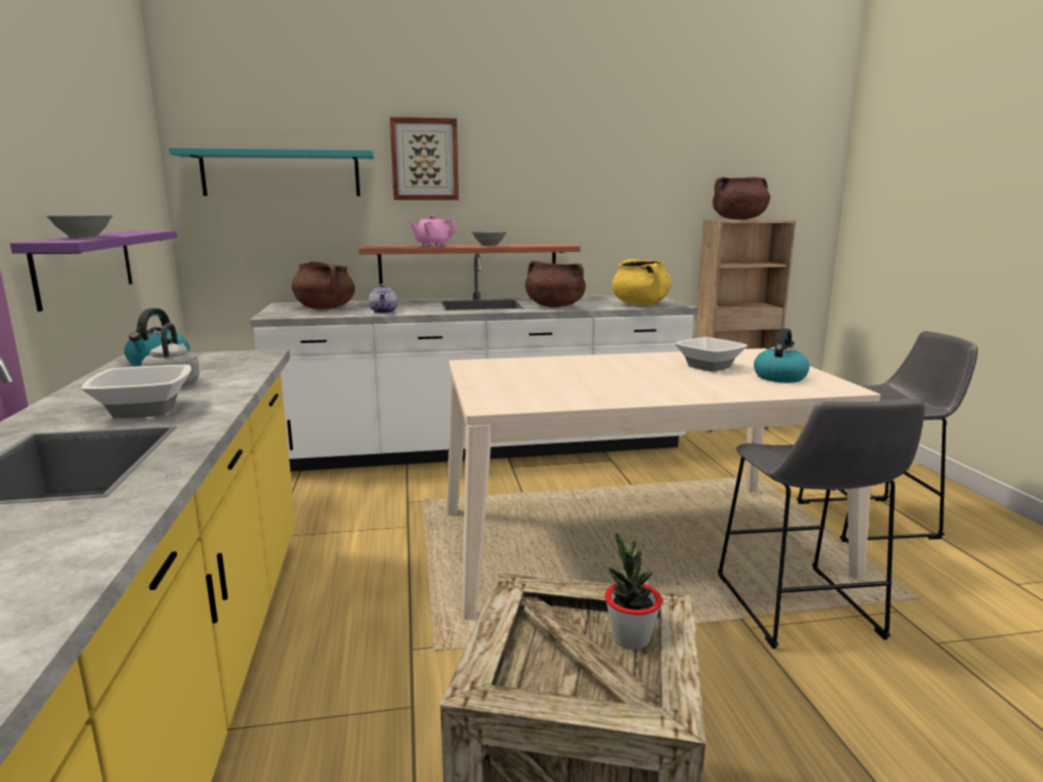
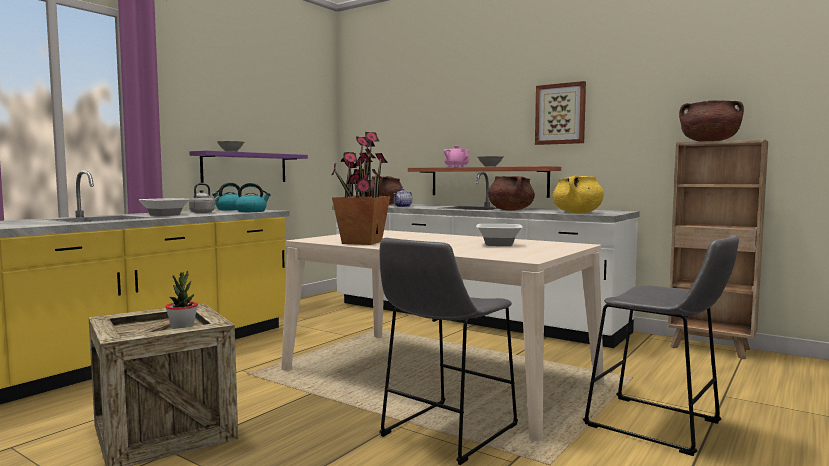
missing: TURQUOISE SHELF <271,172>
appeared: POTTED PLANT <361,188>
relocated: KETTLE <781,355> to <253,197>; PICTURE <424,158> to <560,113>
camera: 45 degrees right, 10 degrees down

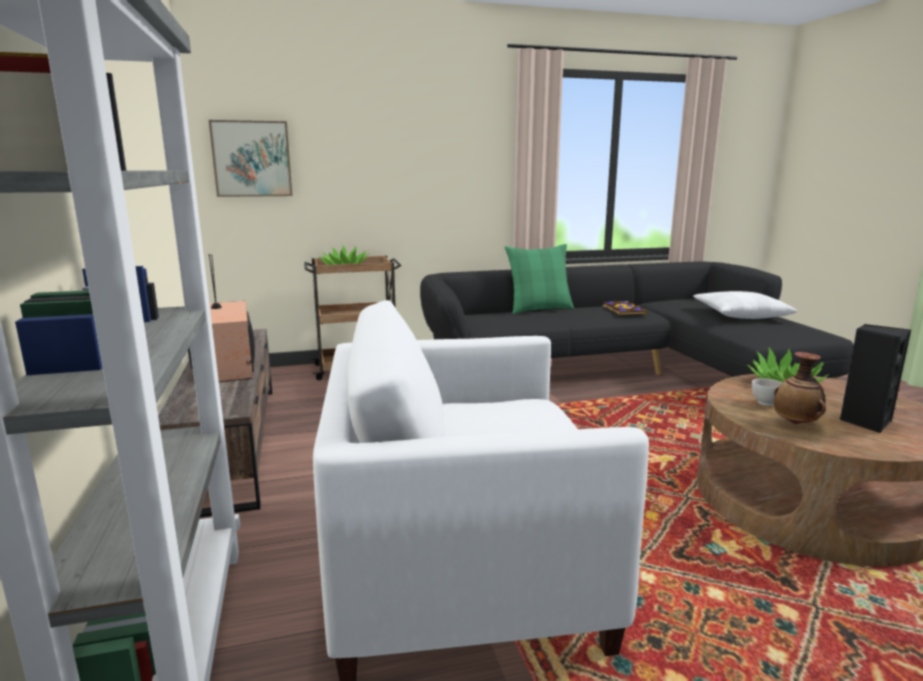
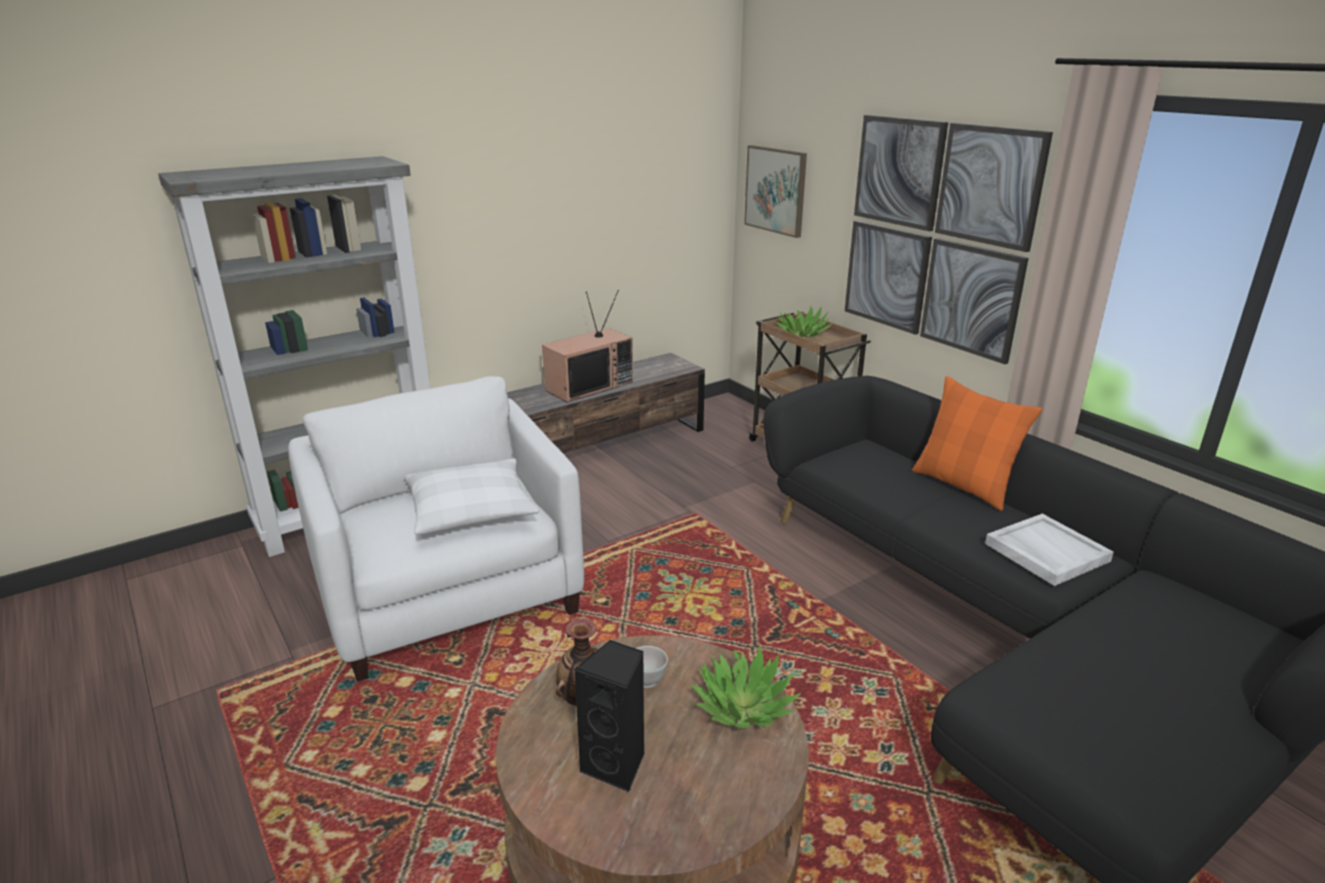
appeared: PICTURE <949,239>
relocated: WHITE PILLOW <745,305> to <472,497>
exchanged: BOOK <624,308> to WHITE TRAY <1049,550>
colour: GREEN PILLOW <539,279> to ORANGE PILLOW <977,443>
camera: 70 degrees right, 10 degrees up

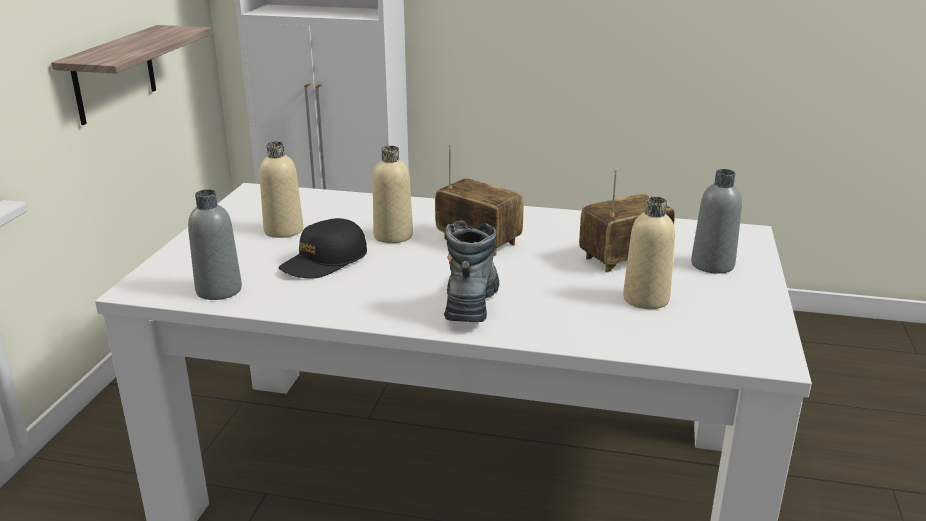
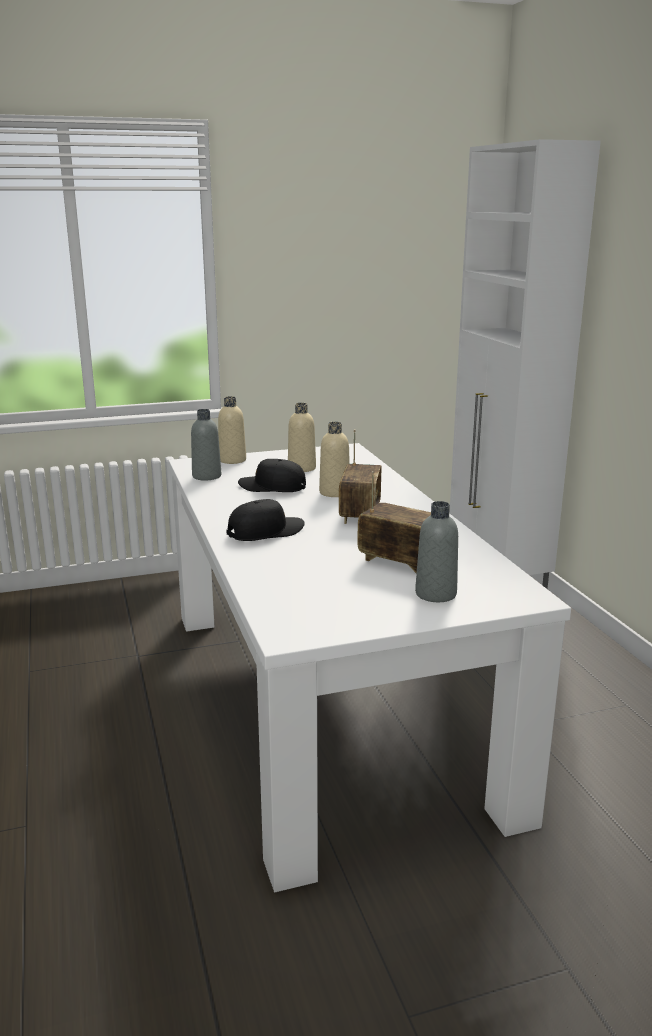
missing: SHELF <132,75>
relocated: BEIGE BOTTLE <649,253> to <232,430>
exchanged: BOOT <471,271> to BLACK CAP <265,520>
camera: 60 degrees right, 5 degrees down

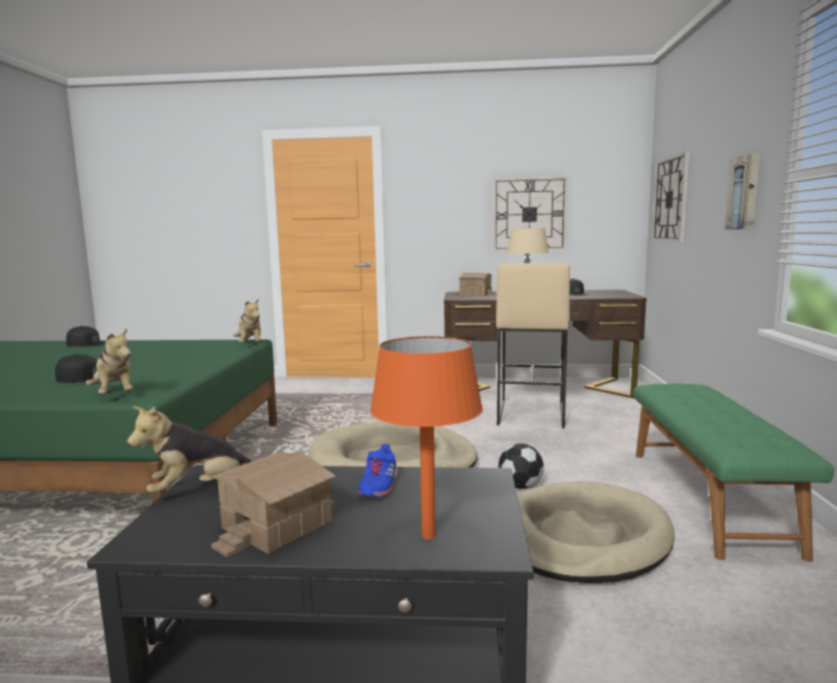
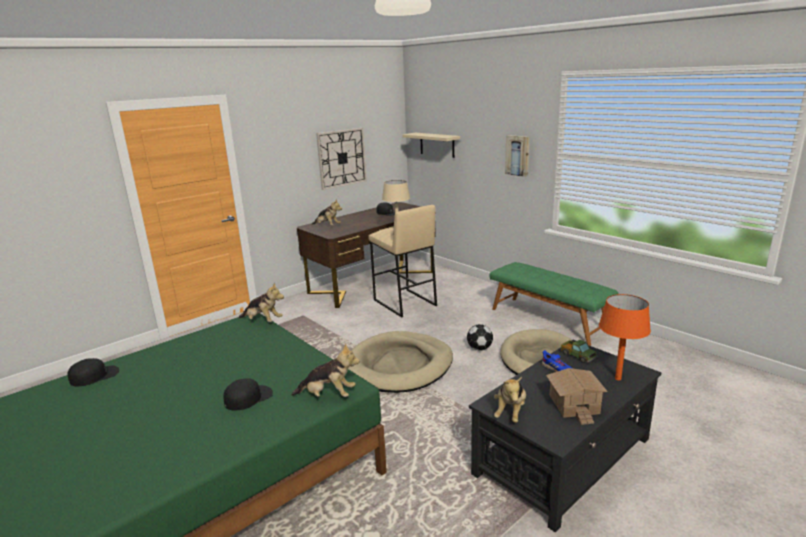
appeared: TOY TRUCK <578,351>
exchanged: TOY HOUSE <475,284> to PLUSH TOY <327,212>; WALL CLOCK <671,196> to BEIGE SHELF <431,145>
camera: 45 degrees left, 10 degrees up

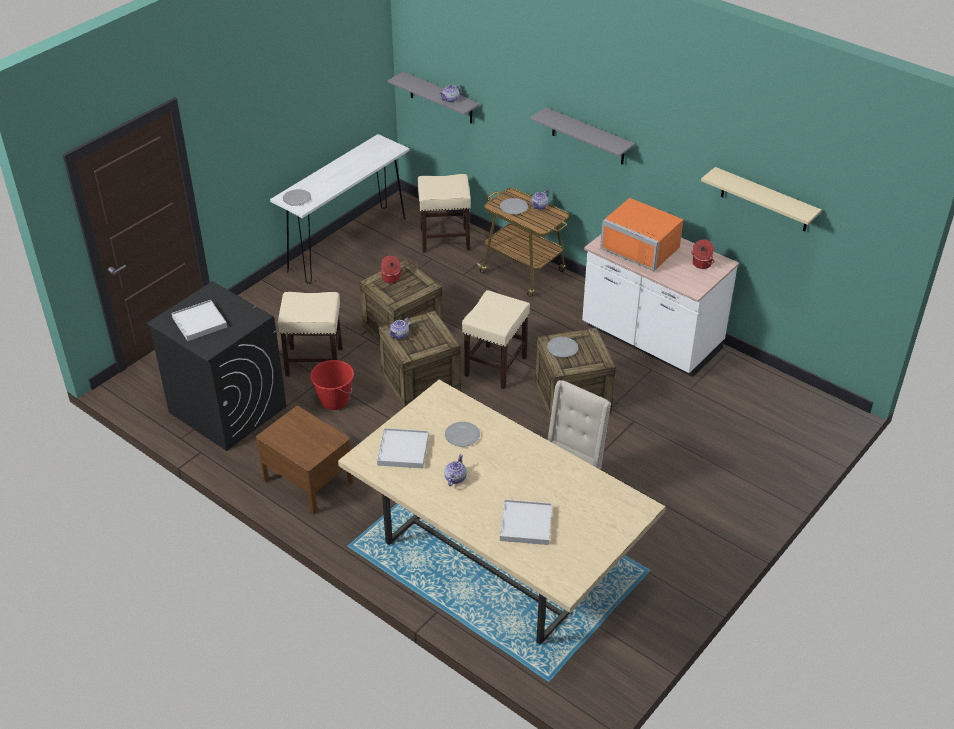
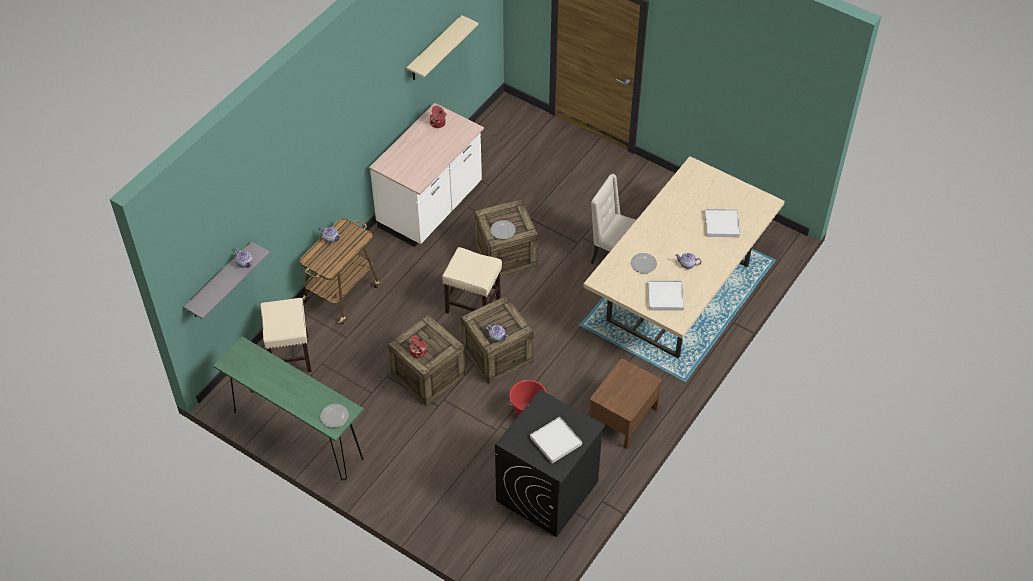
missing: BEIGE STOOL <310,334>; PLATE <514,206>; GREY SHELF <582,136>; ORANGE MICROWAVE <641,234>
colour: WHITE CONSOLE TABLE <340,209> to GREEN CONSOLE TABLE <288,408>
camera: 95 degrees left, 10 degrees up

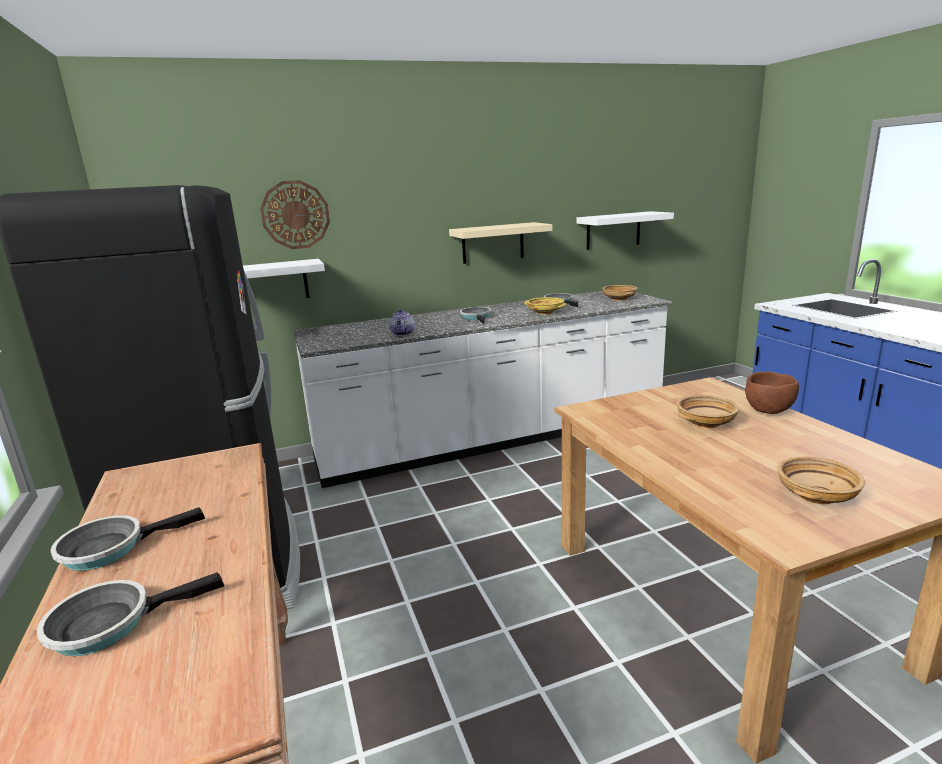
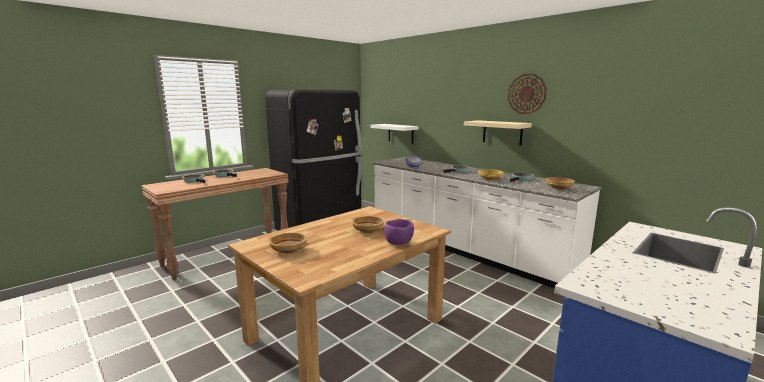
missing: WHITE SHELF <625,230>
relocated: WALL CLOCK <295,214> to <527,94>
colour: BROWN BOWL <772,392> to PURPLE BOWL <399,232>
camera: 65 degrees right, 5 degrees down

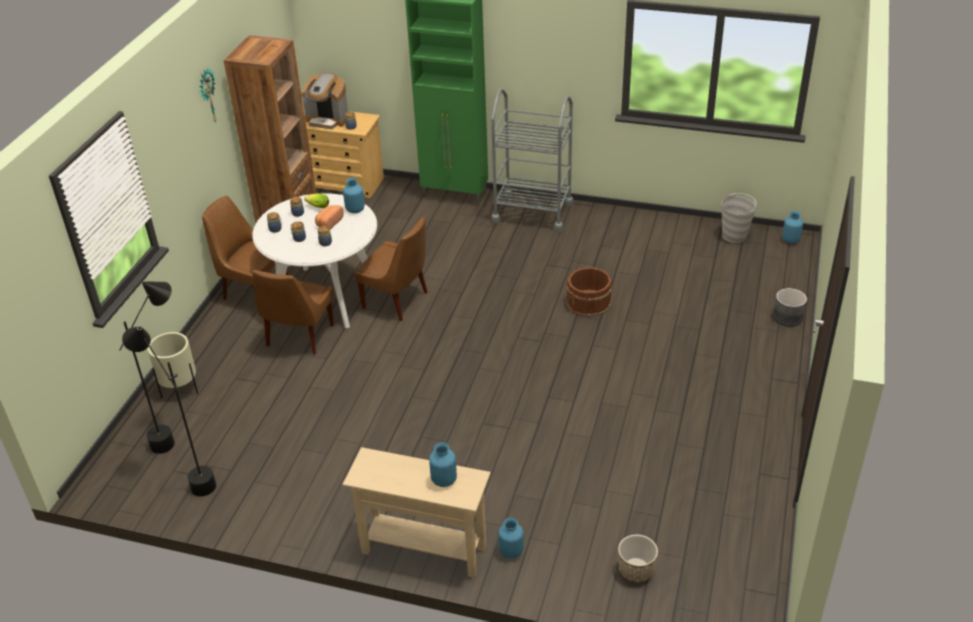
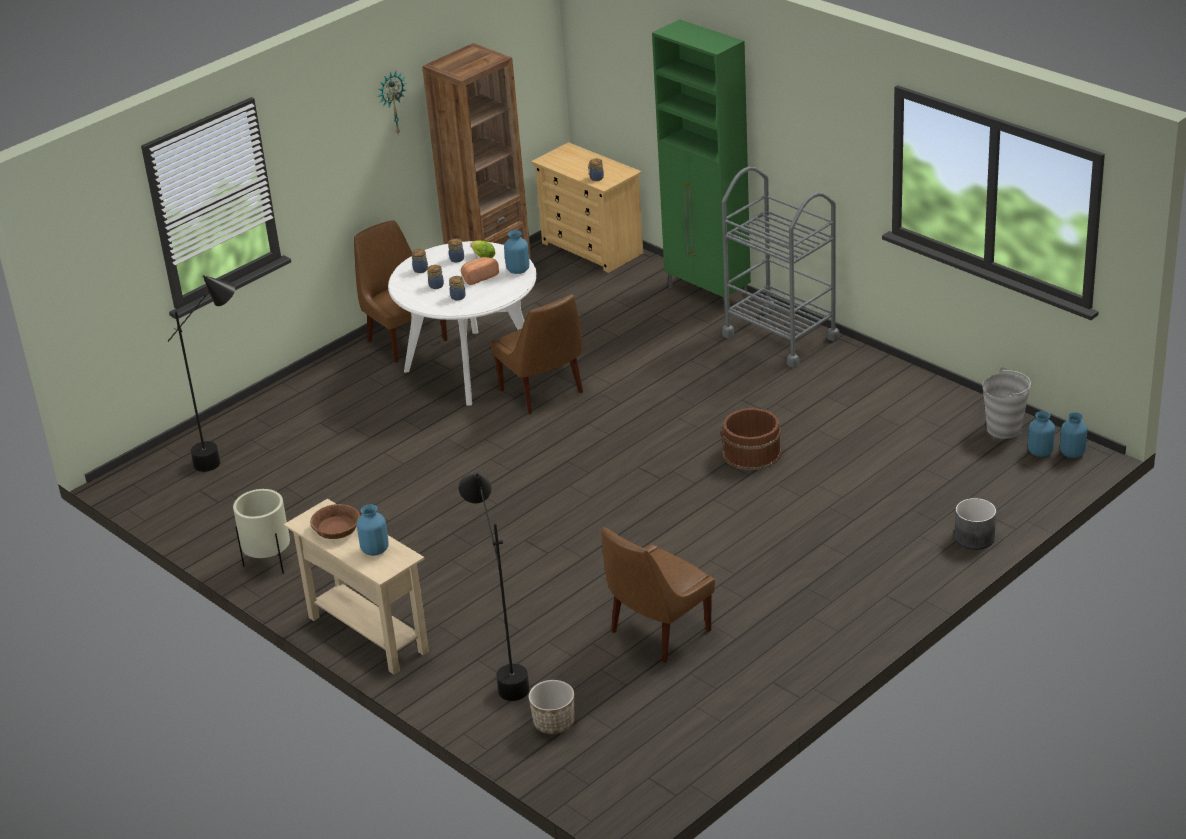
missing: COFFEE MACHINE <324,101>
appeared: BROWN BOWL <335,521>
relocated: BEIGE PLANTER <173,365> to <261,531>; BLACK FLOOR LAMP <169,411> to <494,587>; BROWN CHAIR <293,312> to <658,595>; BLUE VASE <511,538> to <1041,434>
camera: 30 degrees right, 5 degrees down

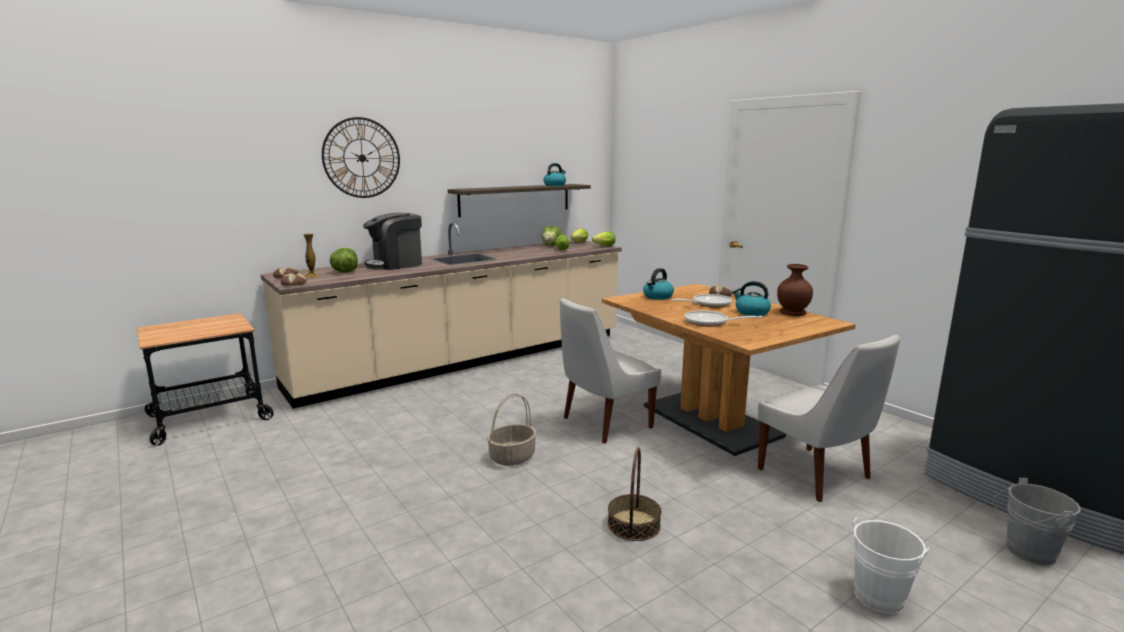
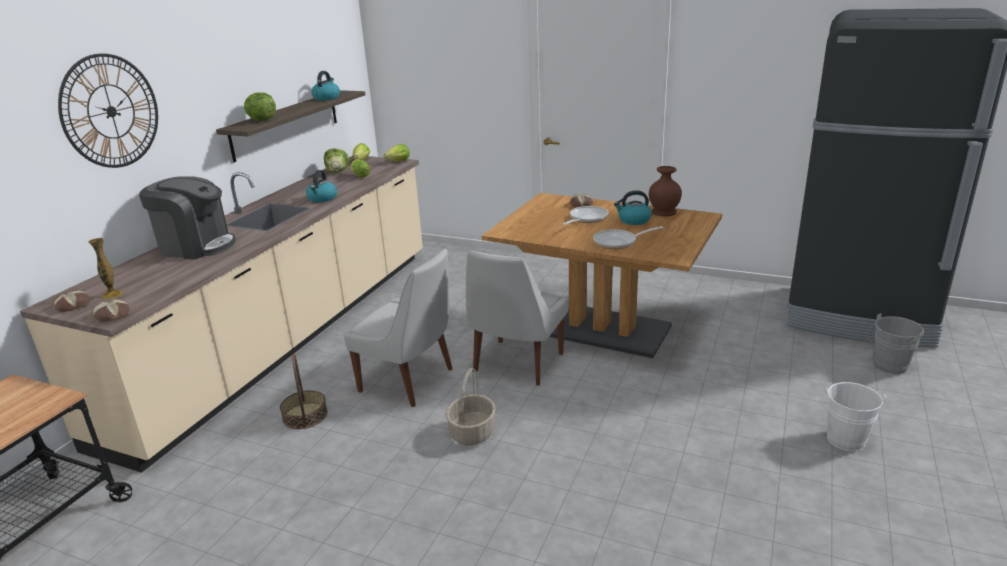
relocated: LETTUCE <344,260> to <260,106>; BASKET <635,494> to <304,391>; KETTLE <658,284> to <321,186>; WHITE CHAIR <829,418> to <398,328>
spun: COFFEE MACHINE <392,241> = <187,217> 105 degrees counterclockwise
camera: 30 degrees left, 10 degrees up

